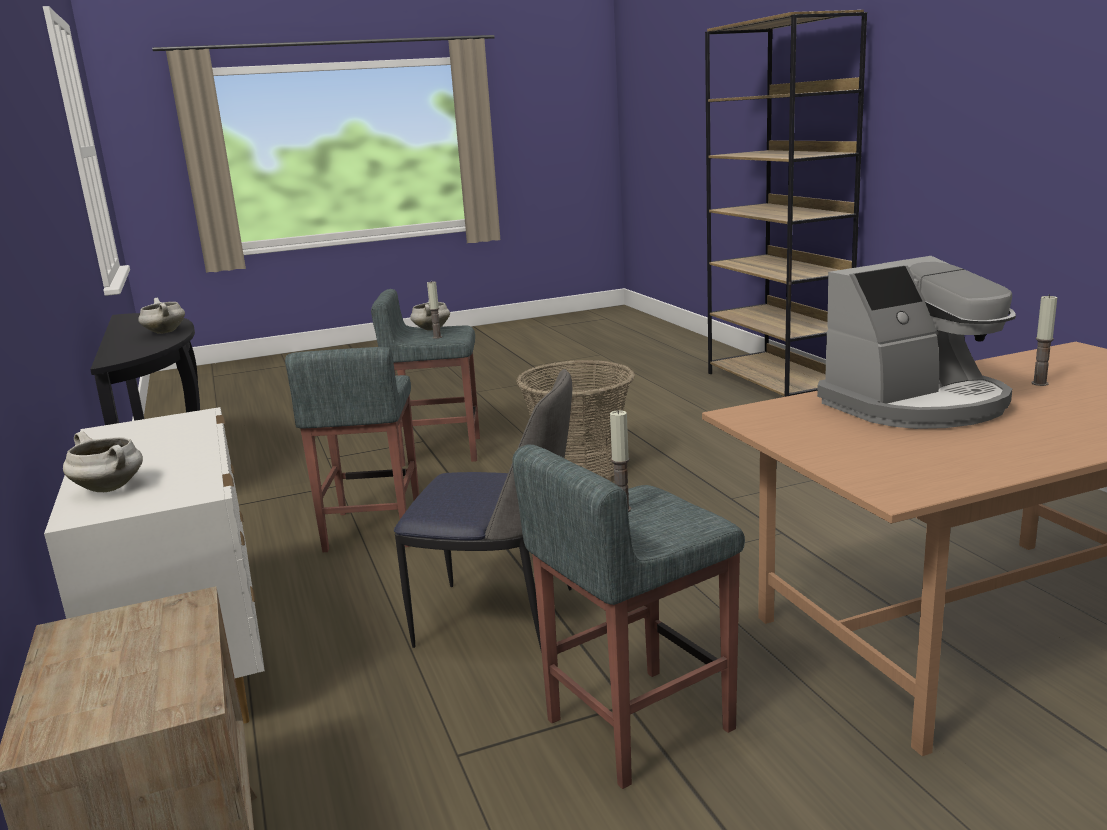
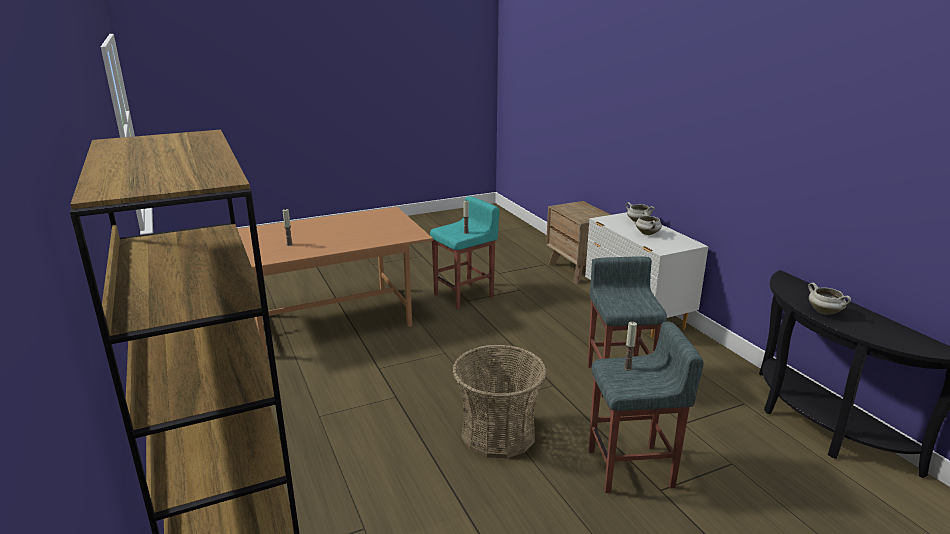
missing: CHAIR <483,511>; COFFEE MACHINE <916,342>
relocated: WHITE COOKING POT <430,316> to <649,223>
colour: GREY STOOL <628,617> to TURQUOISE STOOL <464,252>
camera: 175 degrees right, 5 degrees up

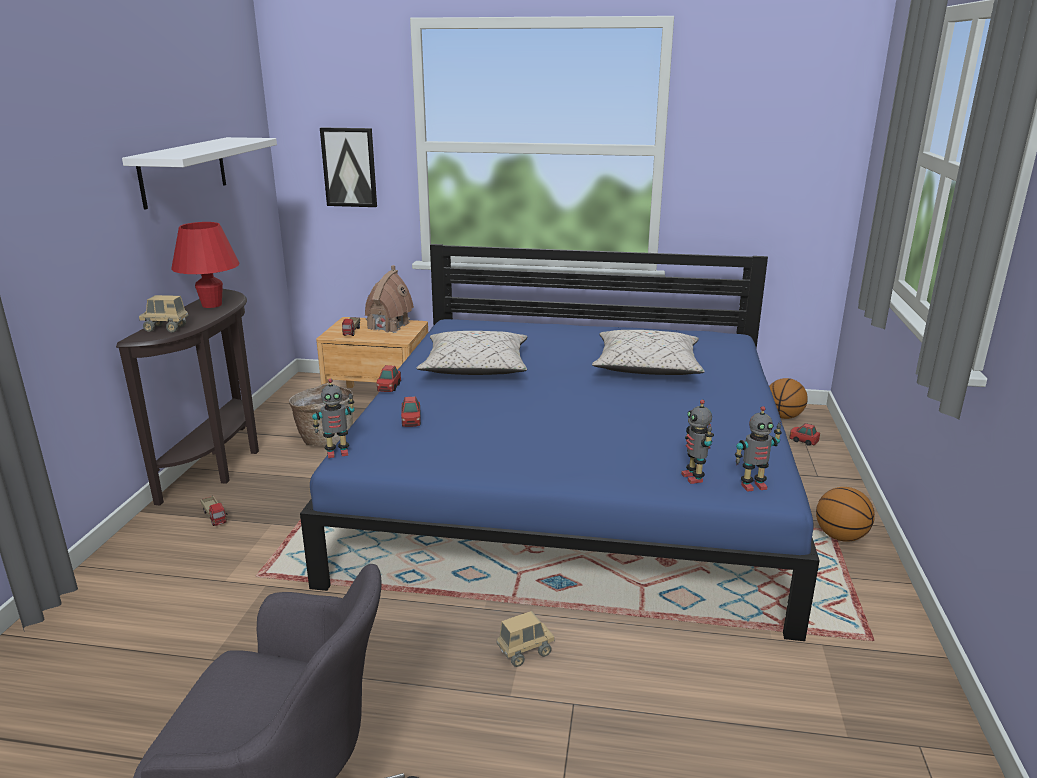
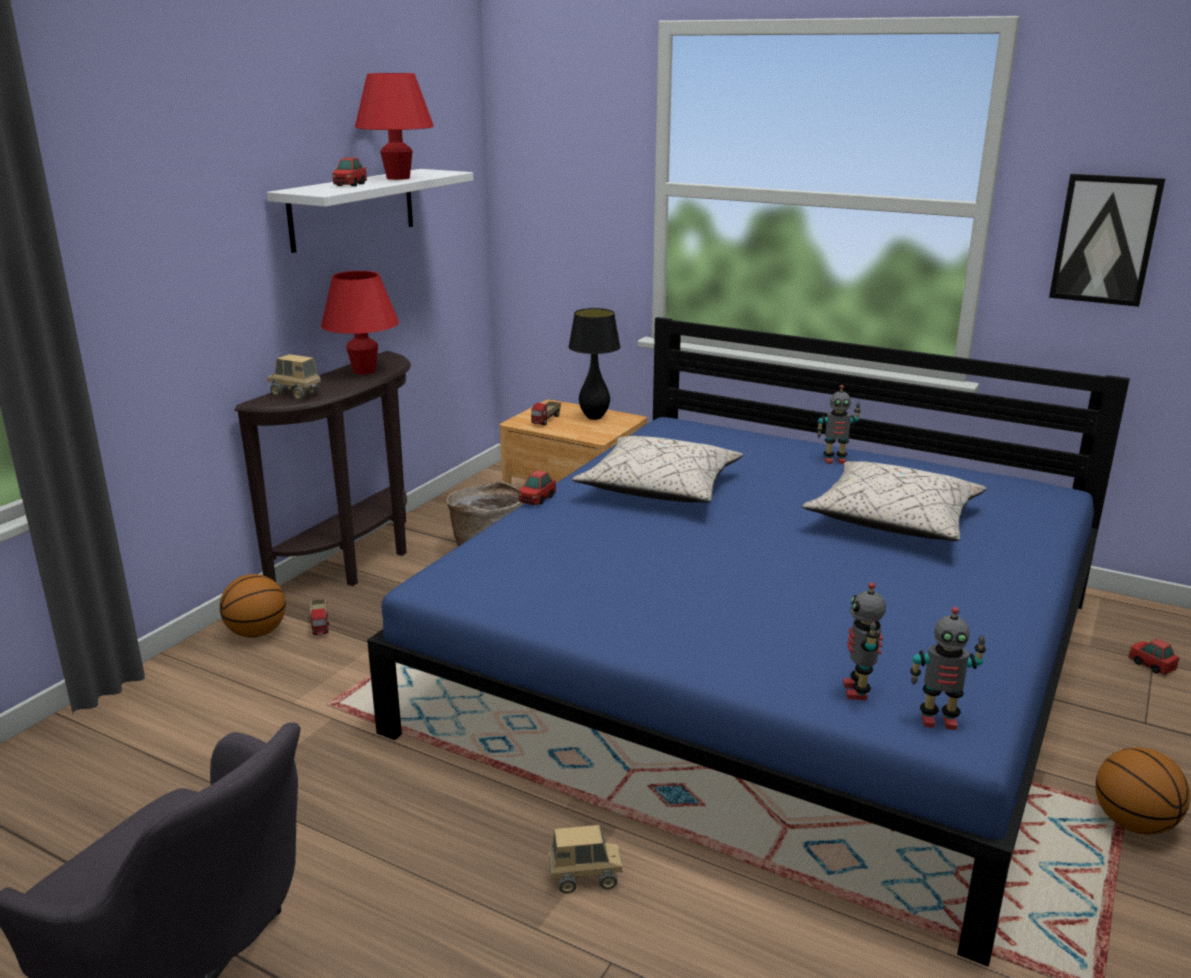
appeared: RED TABLE LAMP <394,126>
relocated: BASKETBALL <788,398> to <253,606>; TOY CAR <411,412> to <349,171>; TOY ROBOT <333,418> to <839,424>; PICTURE <348,167> to <1107,240>
exchanged: TOY HOUSE <389,299> to BLACK TABLE LAMP <594,364>
camera: 20 degrees right, 0 degrees up

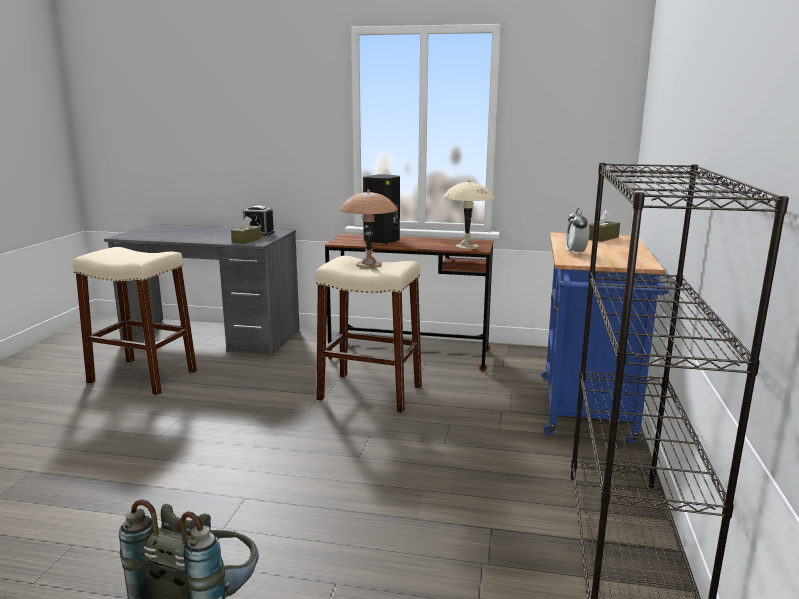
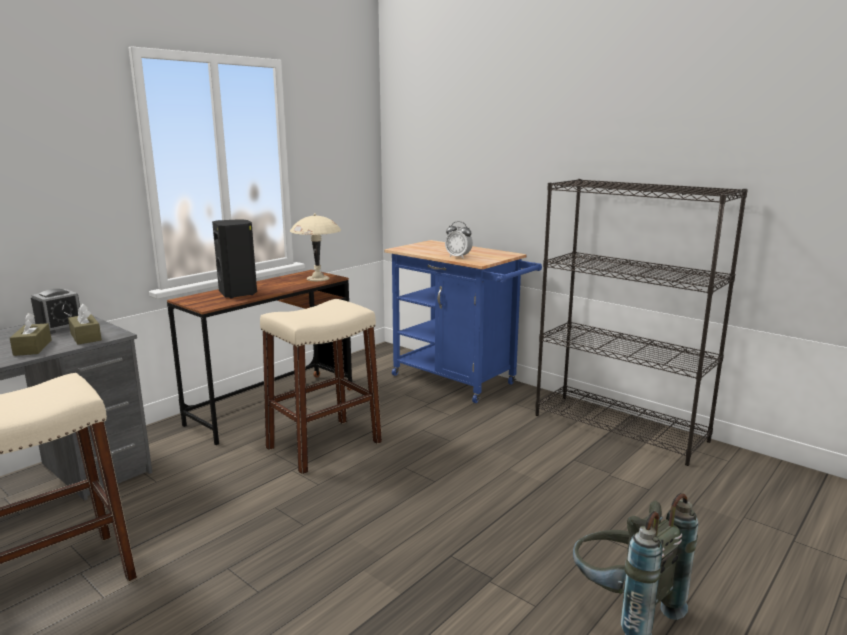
missing: BROWN TABLE LAMP <368,228>
relocated: BROWN TISSUE BOX <604,225> to <30,334>
camera: 60 degrees left, 0 degrees up

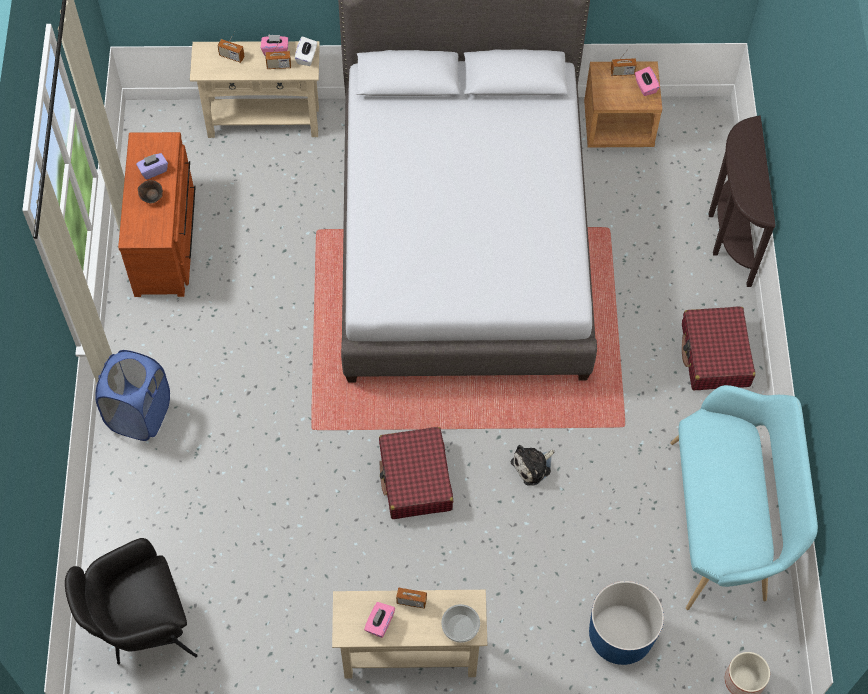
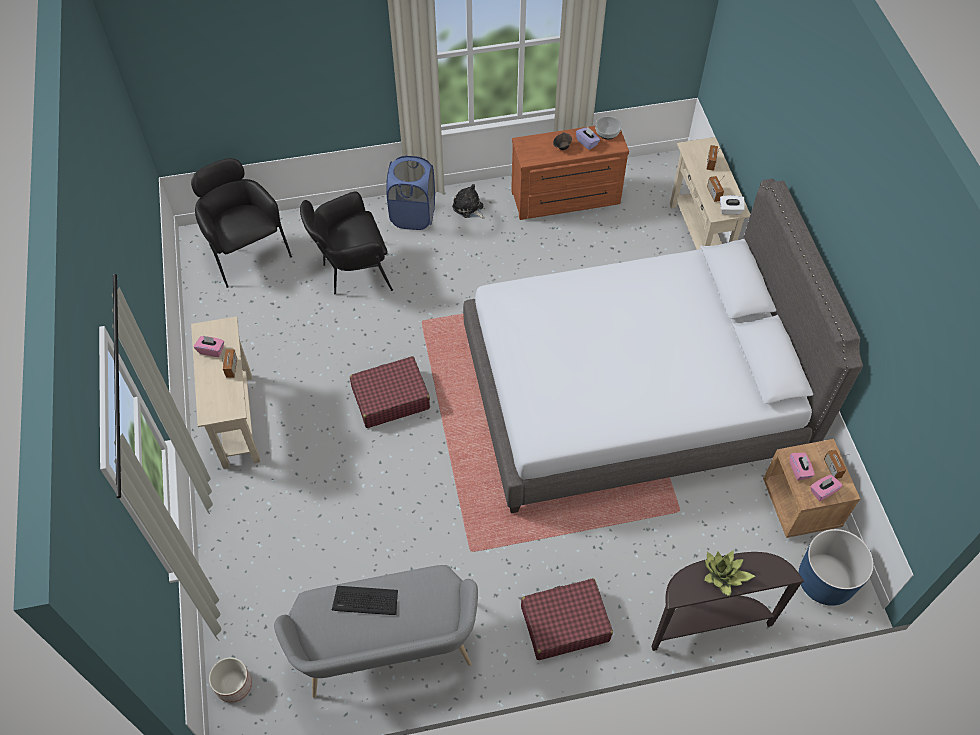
appeared: BLACK ARMCHAIR <346,243>; KEYBOARD <365,600>; POTTED PLANT <729,573>
relocated: PLUSH TOY <532,465> to <468,201>; BOWL <460,623> to <608,128>; PINK TISSUE BOX <274,45> to <802,466>; BLUE PLANTER <626,623> to <836,567>
colour: TURQUOISE BENCH <744,497> to GREY BENCH <376,631>
camera: 80 degrees right, 5 degrees down

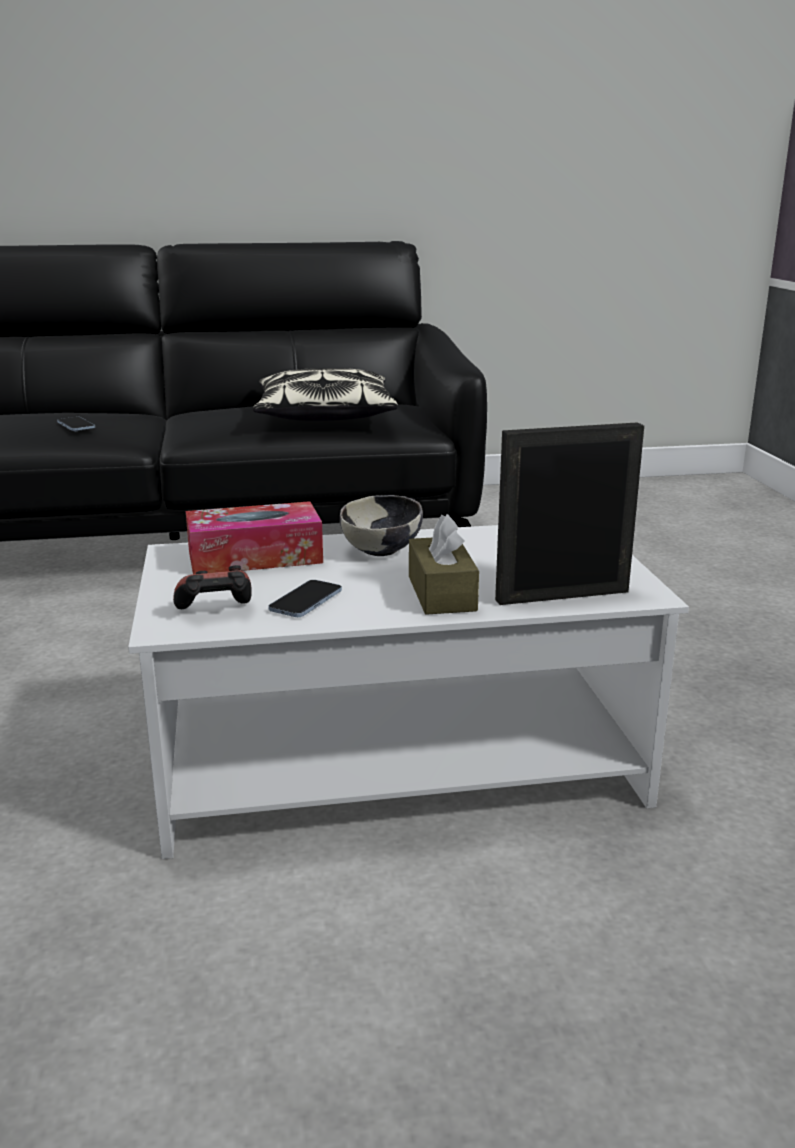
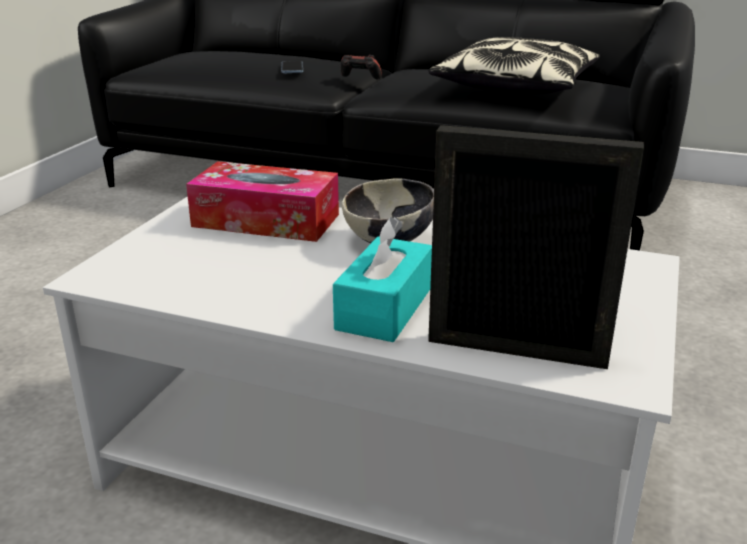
missing: PHONE <305,598>
relocated: GAME CONTROLLER <212,587> to <361,67>
colour: BROWN TISSUE BOX <444,564> to TURQUOISE TISSUE BOX <382,279>
camera: 30 degrees right, 5 degrees up

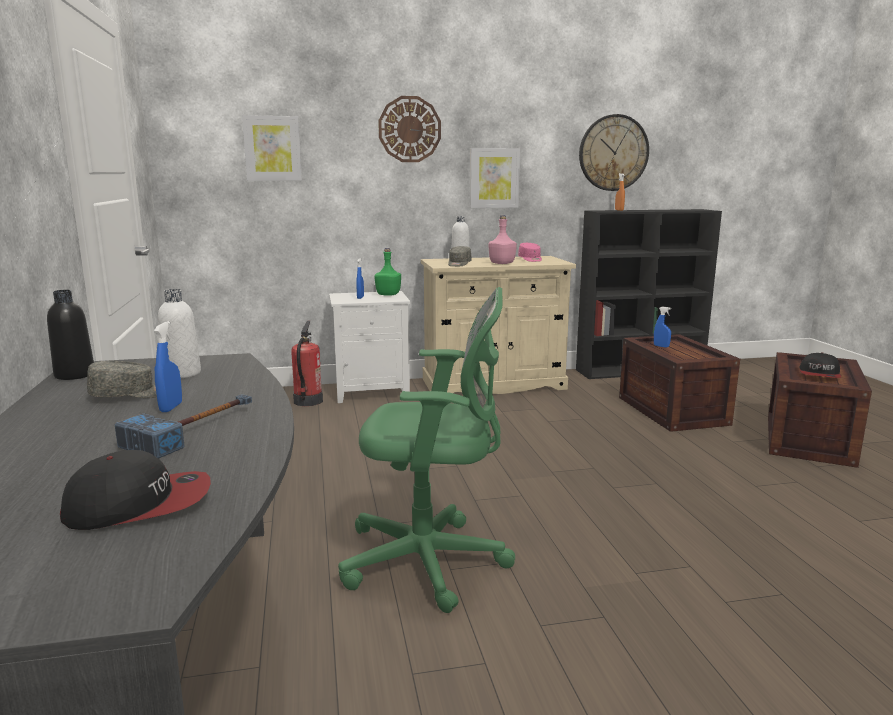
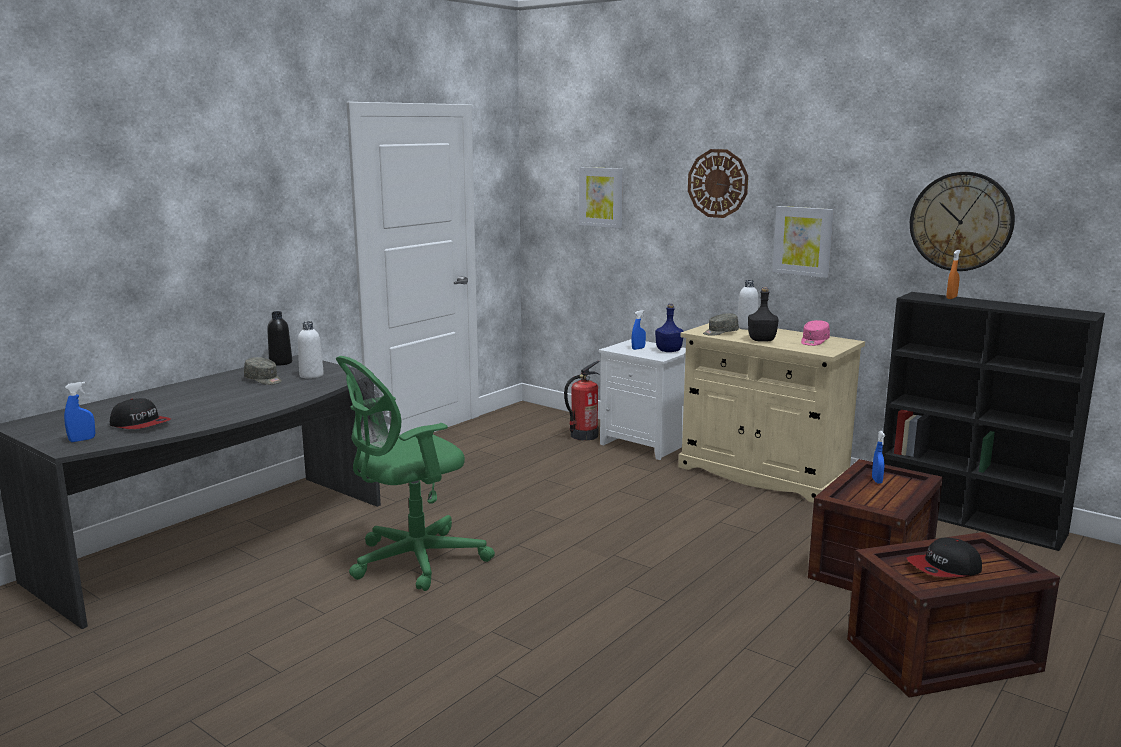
missing: HAMMER <183,426>
relocated: BLUE SPRAY BOTTLE <168,366> to <79,412>
colour: GREEN BOTTLE <388,272> to BLUE BOTTLE <669,328>; PINK BOTTLE <502,239> to BLACK BOTTLE <763,314>
spun: GREEN OFFICE CHAIR <426,450> = <415,473> 90 degrees clockwise
camera: 50 degrees right, 0 degrees up

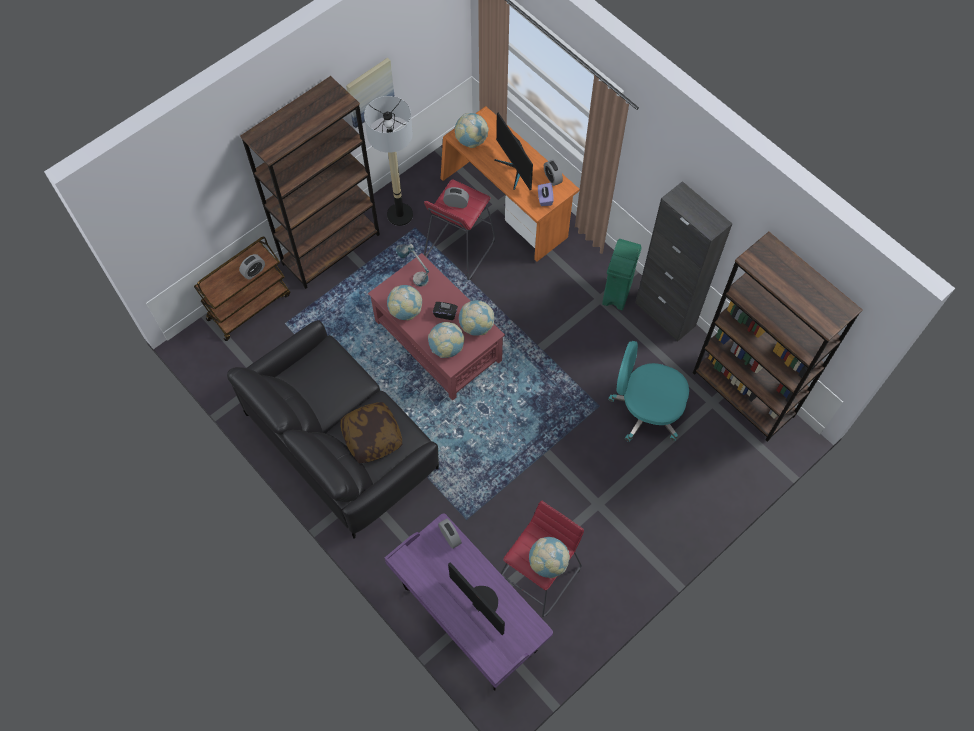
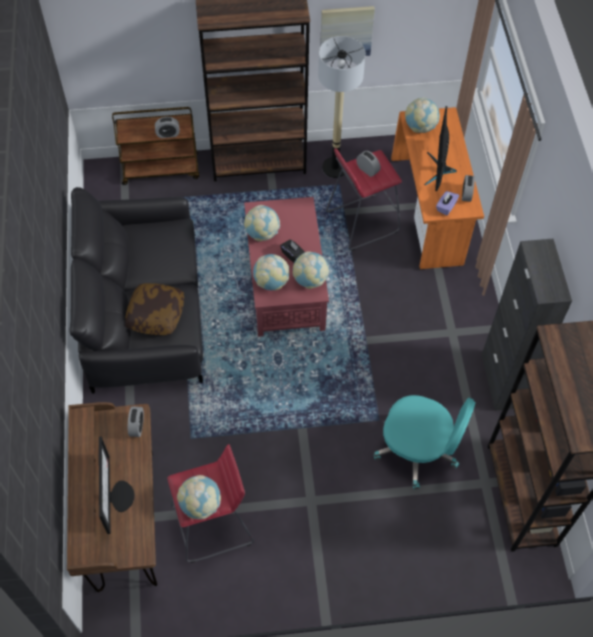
missing: TABLE LAMP <412,265>; GREEN TRASH CAN <622,274>
colour: PURPLE DESK <469,601> to BROWN DESK <112,497>
spun: TURQUOISE OFFICE CHAIR <648,391> = <424,442> 150 degrees clockwise
camera: 35 degrees right, 5 degrees down

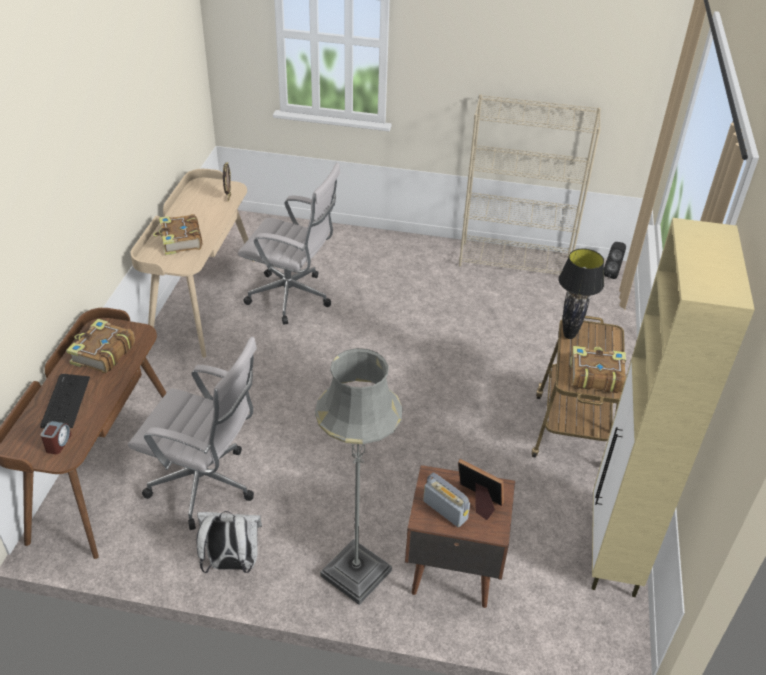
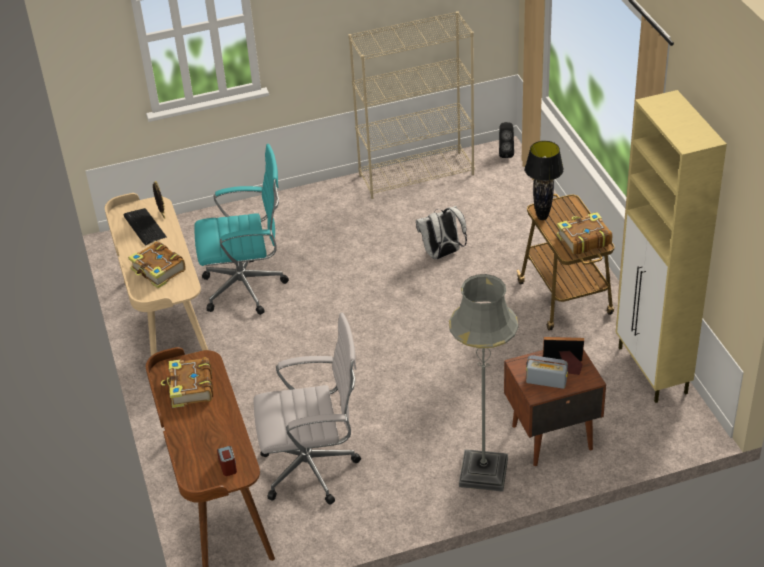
relocated: KEYBOARD <65,401> to <145,227>; WHITE BACKPACK <229,542> to <441,232>
colour: WHITE OFFICE CHAIR <289,243> to TURQUOISE OFFICE CHAIR <241,229>
camera: 25 degrees left, 0 degrees up

